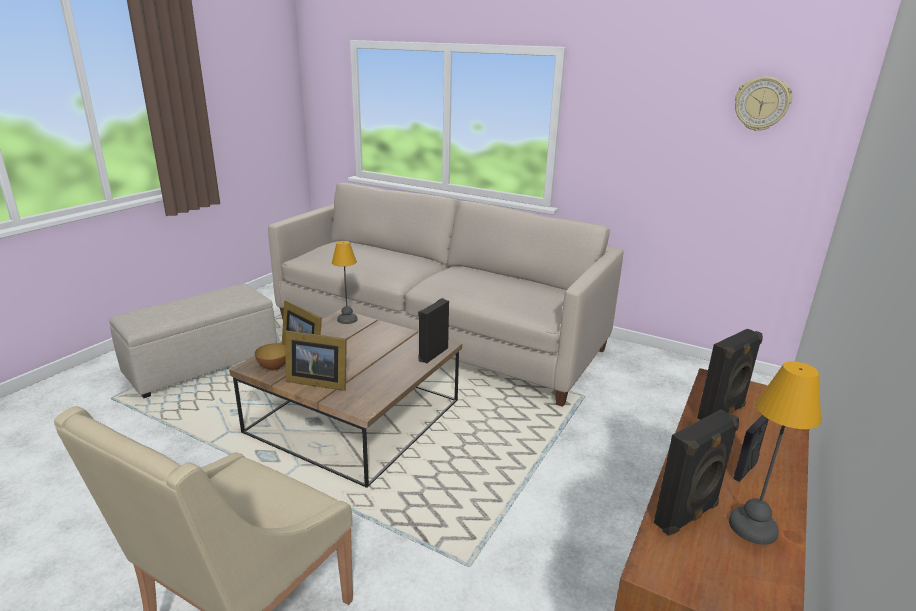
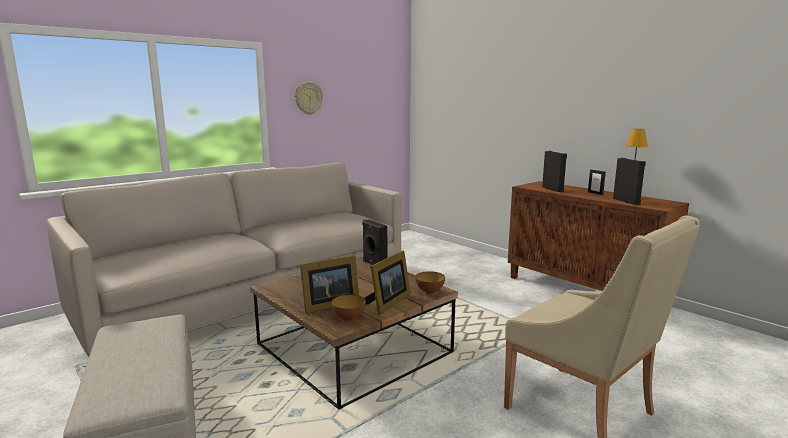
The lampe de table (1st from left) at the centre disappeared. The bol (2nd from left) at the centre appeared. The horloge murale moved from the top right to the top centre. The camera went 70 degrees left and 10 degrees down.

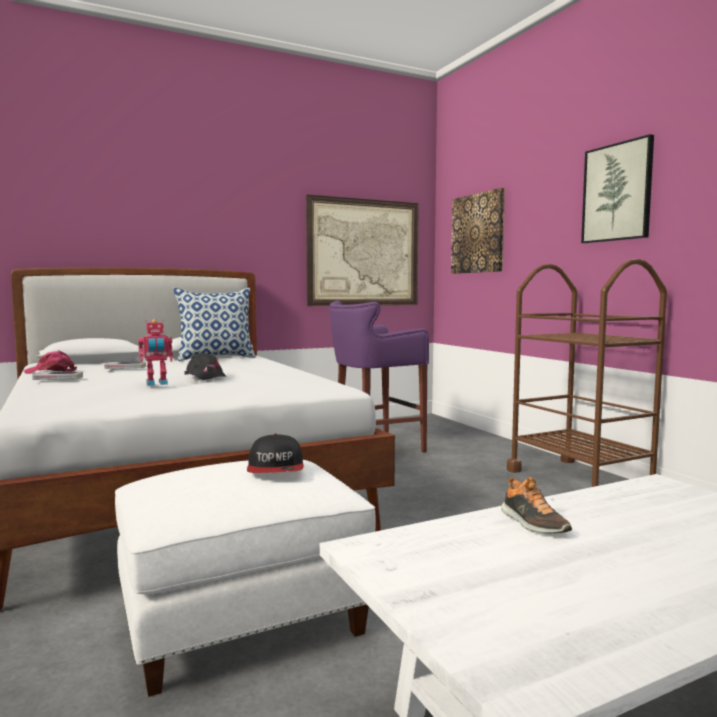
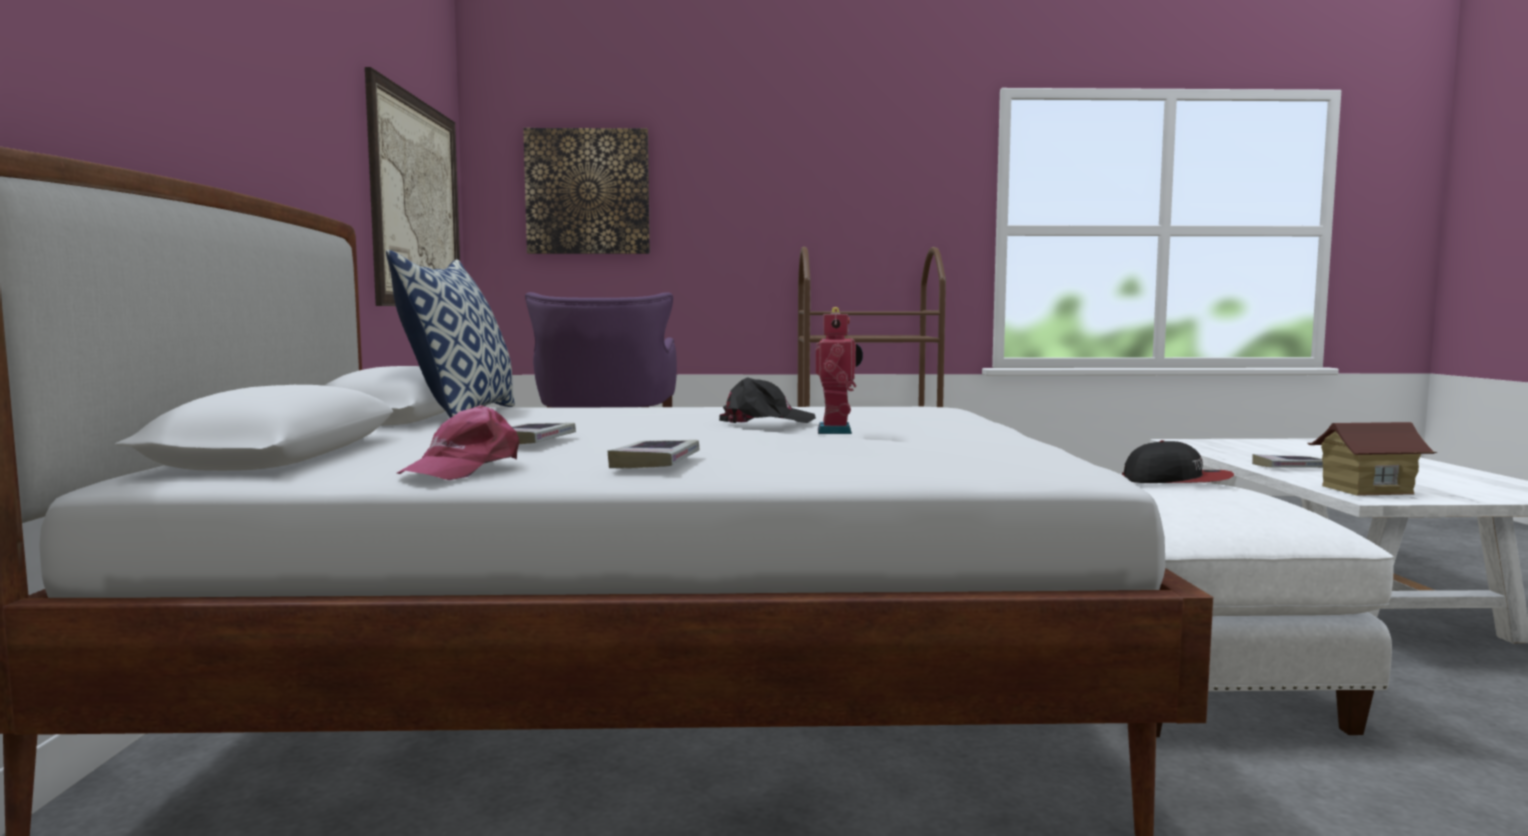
The tableau (3rd from left) at the top right disappeared. The maison miniature at the middle right appeared. The chaussure at the bottom right was replaced by the livre (3rd from left) at the middle right. The camera went 65 degrees left and 0 degrees up.

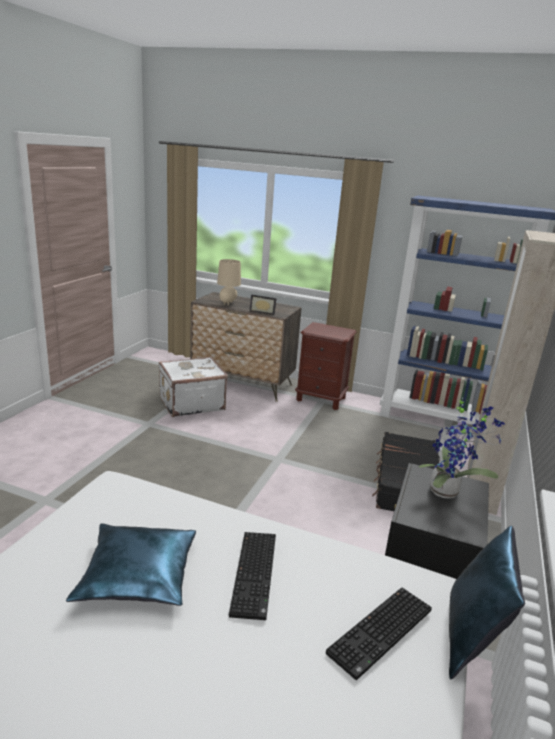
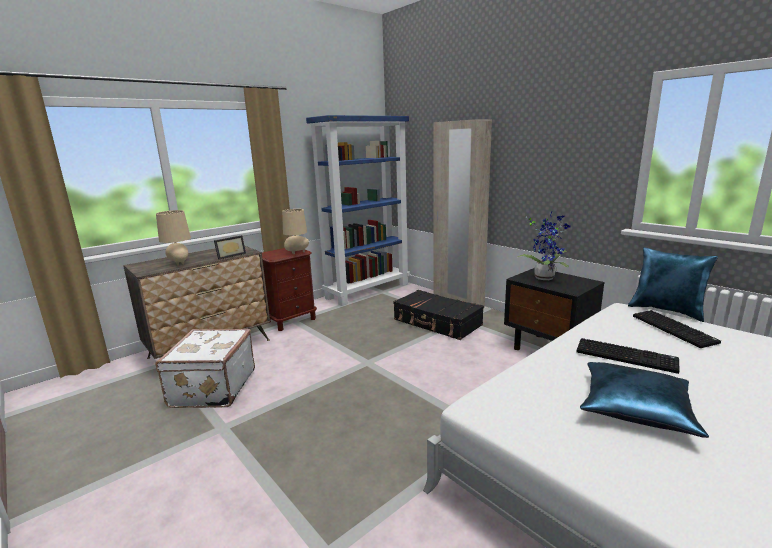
The lampe de table (beige) (2nd from left) at the centre appeared. The camera went 60 degrees left and 5 degrees down.

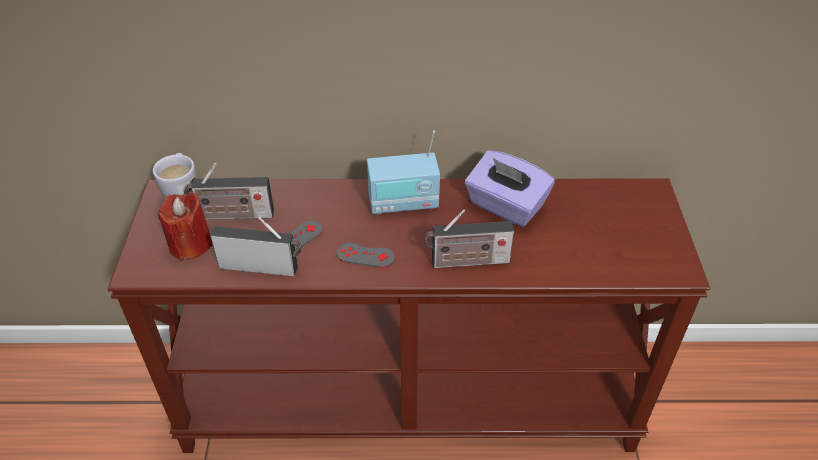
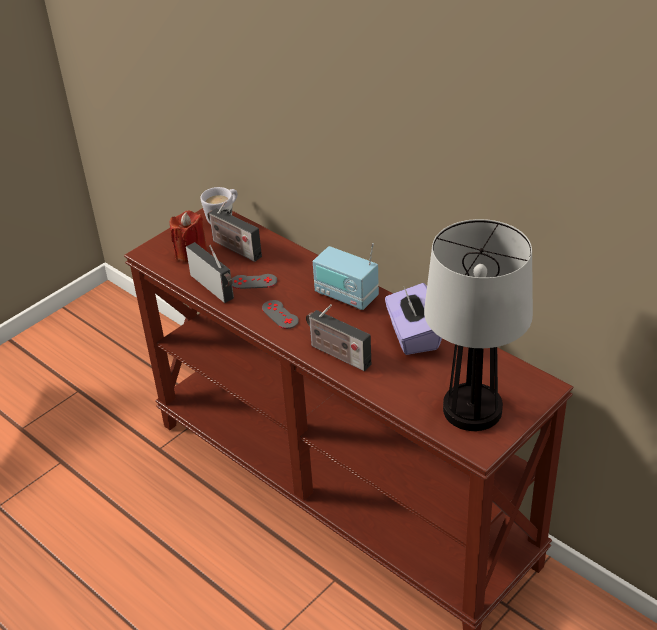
The lampe de table at the middle right appeared. The camera went 45 degrees right and 5 degrees down.

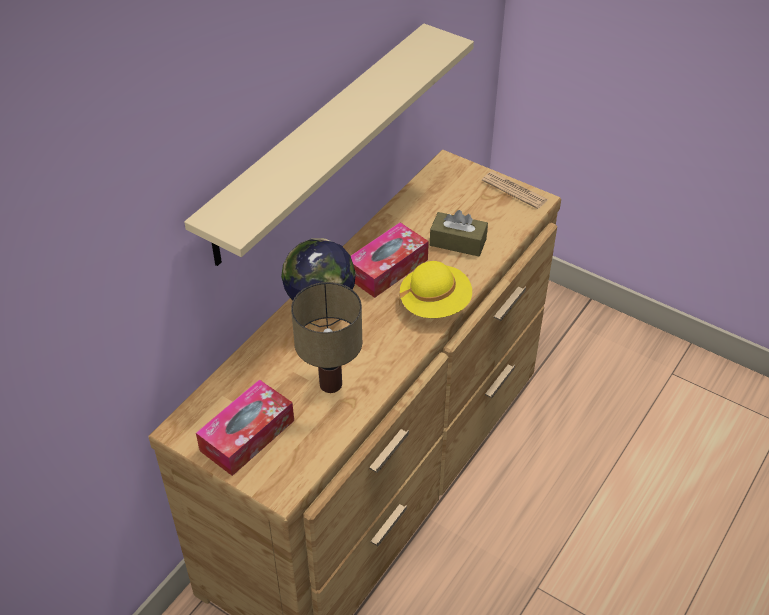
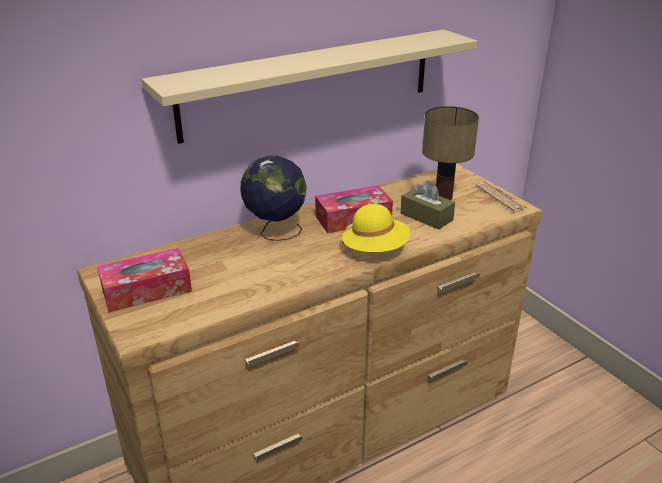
The lampe de table moved from the centre to the top right. The camera went 25 degrees right and 15 degrees down.

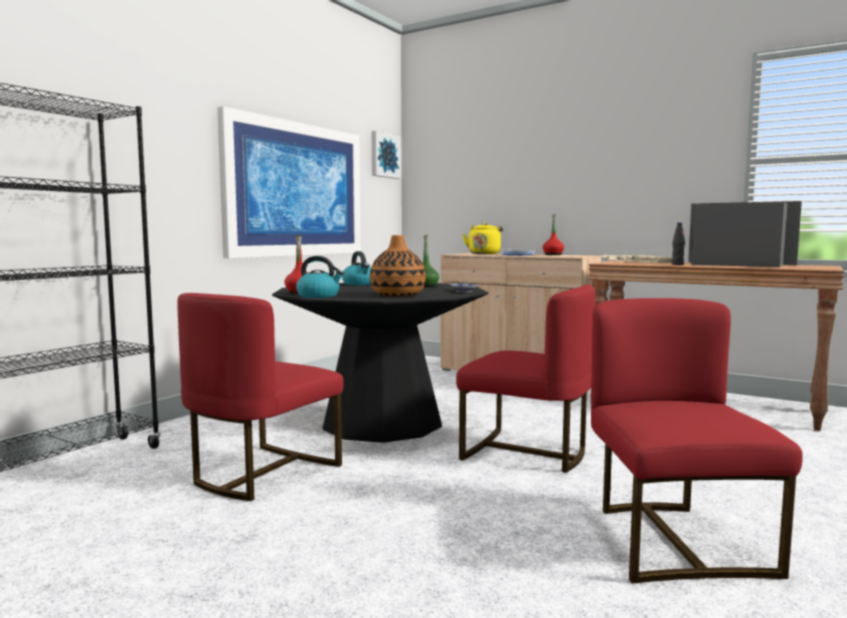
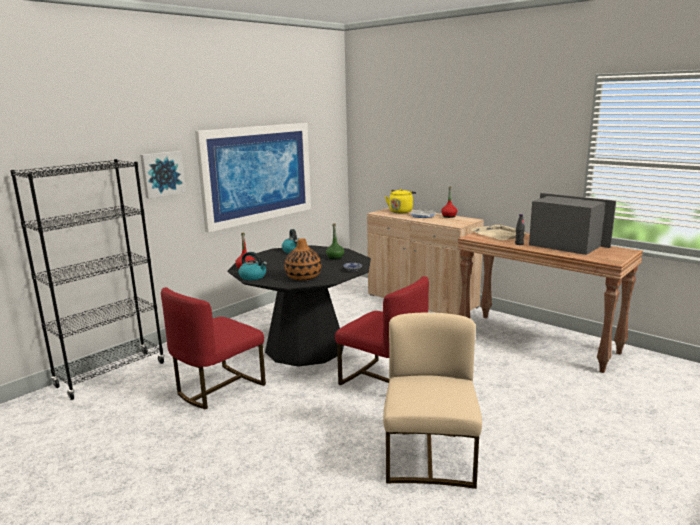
The tableau (2nd from left in the first image) moved from the top centre to the top left. The chaise (rouge) (3rd from left) at the bottom right became the chaise (beige) at the bottom centre. The camera went 10 degrees right and 10 degrees up.

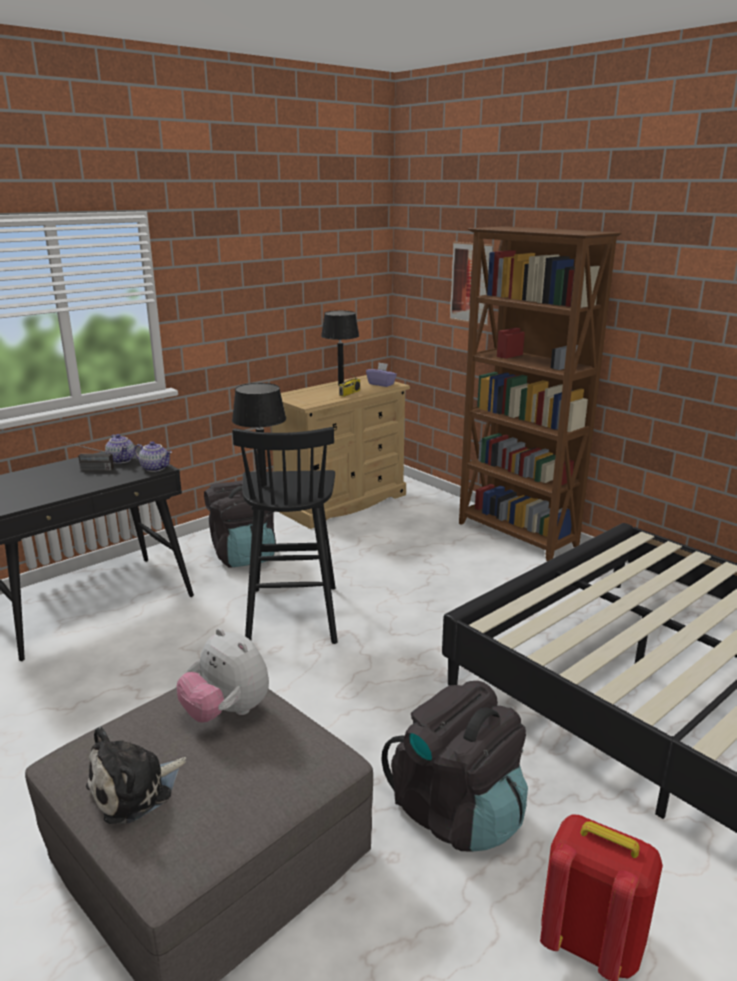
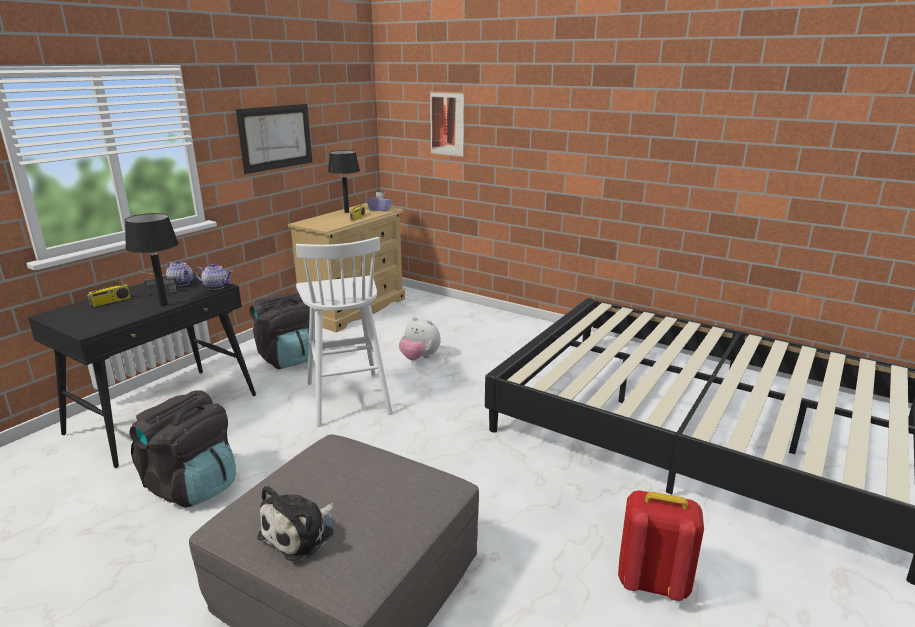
The bibliothèque (marron) at the middle right disappeared. The radio (1st from left) at the middle left appeared. The tableau (1st from left) at the top left appeared. The peluche (2nd from left) moved from the bottom left to the centre. The lampe de table (noir) (1st from left) moved from the centre to the middle left. The sac à dos (noir) (2nd from left in the first image) moved from the bottom centre to the bottom left. The tabouret (noir) at the centre became the tabouret (blanc) at the centre. The camera went 15 degrees left and 0 degrees up.

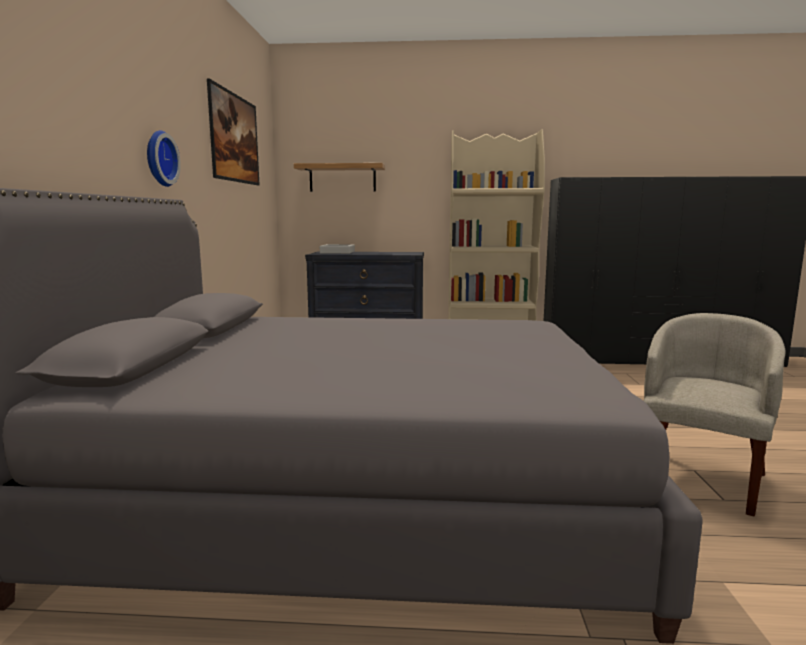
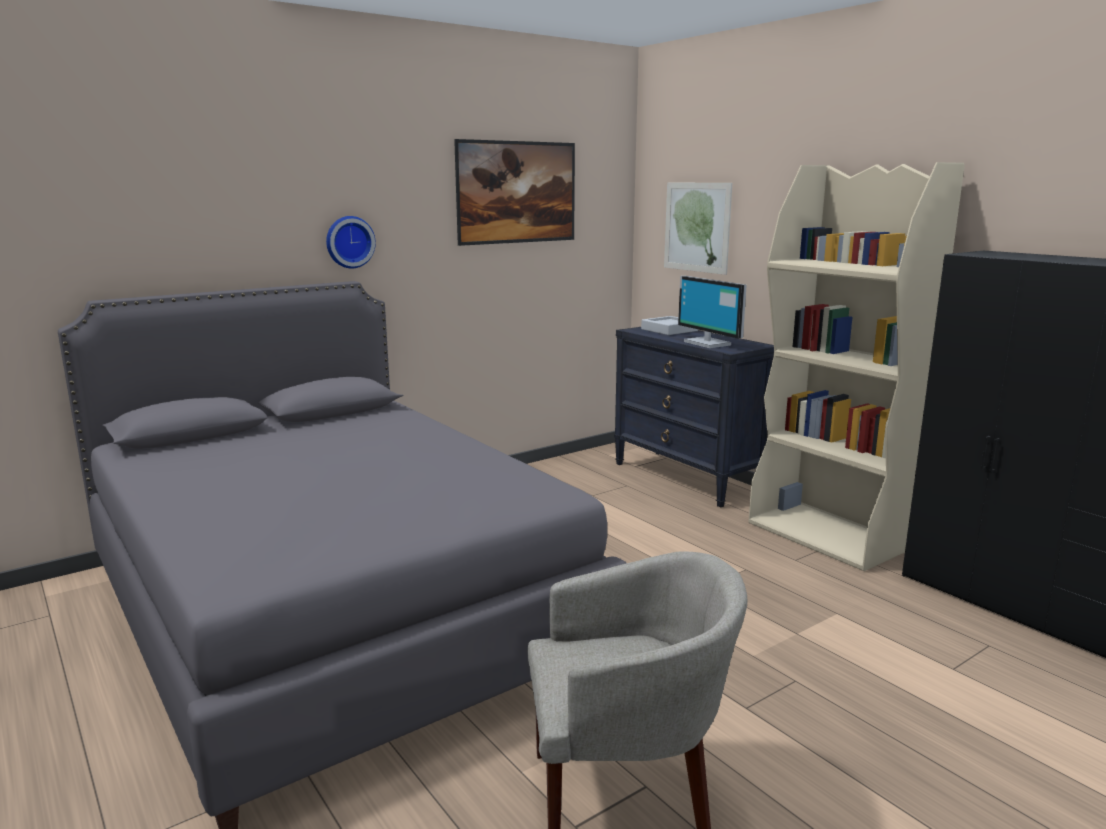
The écran d'ordinateur at the centre appeared. The étagère at the top centre was replaced by the tableau (2nd from left) at the top centre. The camera went 50 degrees right and 5 degrees up.

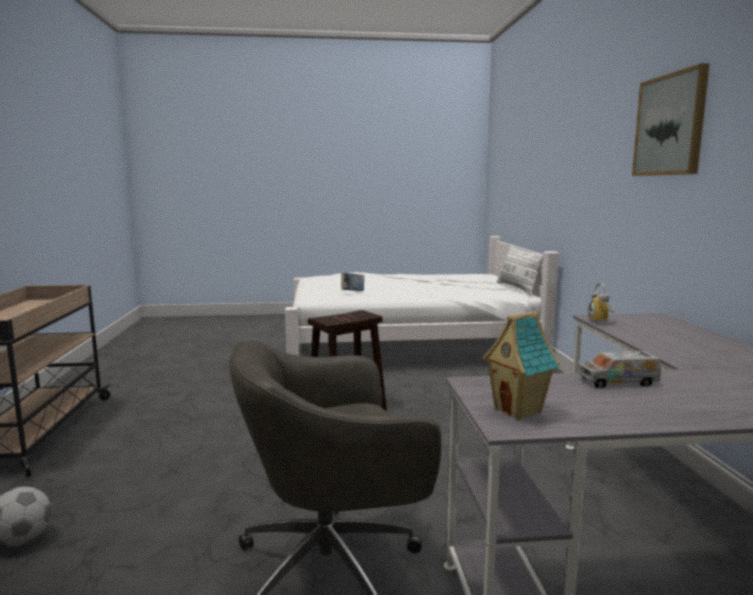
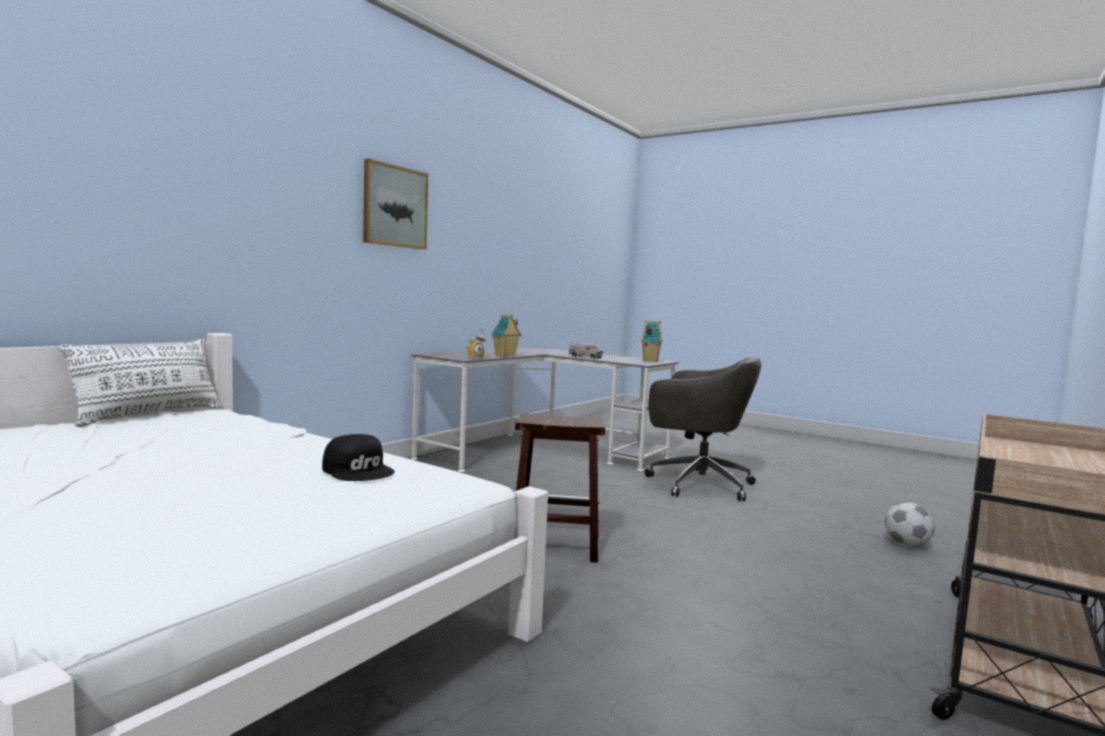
The maison miniature (1st from left) at the centre appeared. The livre at the centre was replaced by the casquette (noir) at the middle left. The camera went 140 degrees left and 5 degrees down.

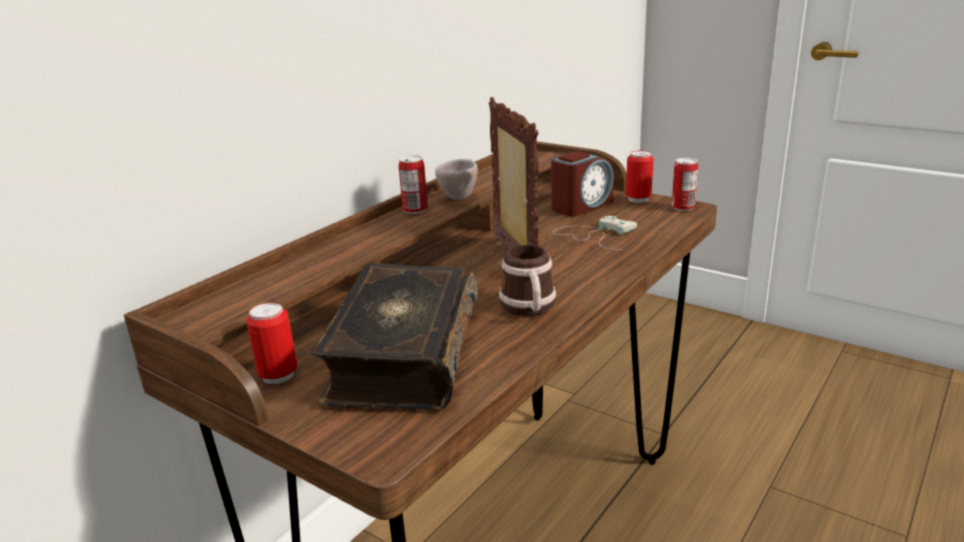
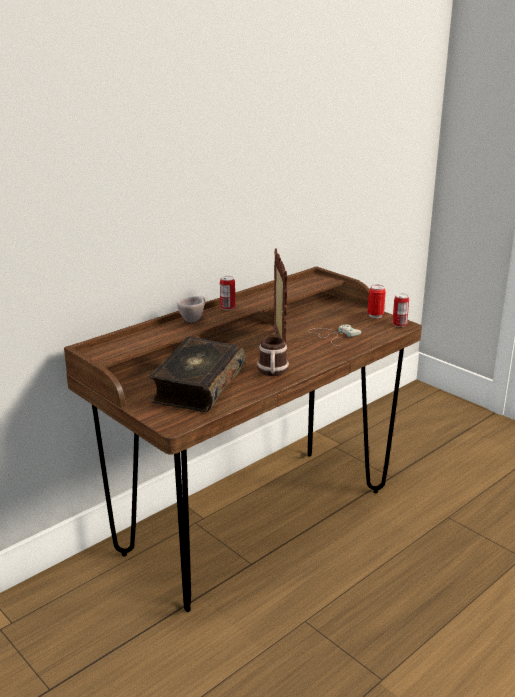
The boîte métallique (1st from left) at the middle left disappeared. The réveil at the centre disappeared. The tasse (beige) moved from the top centre to the centre. The camera went 10 degrees right and 0 degrees up.

